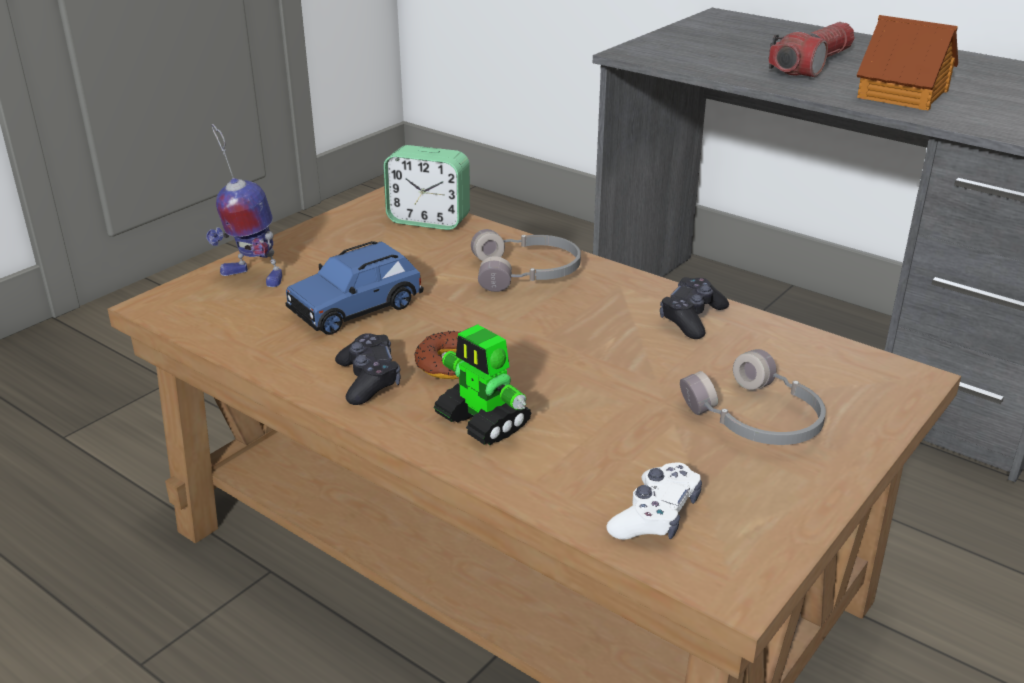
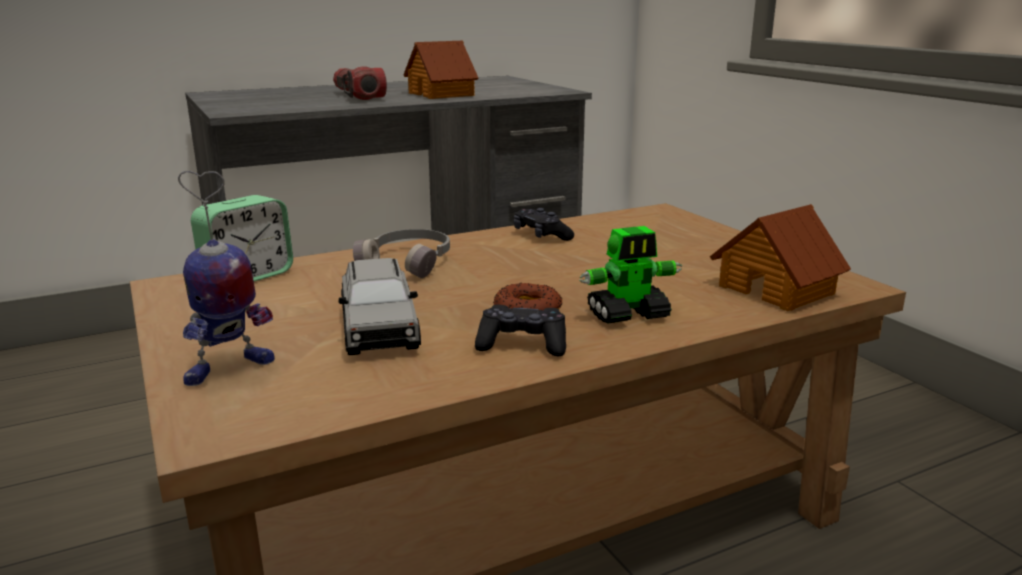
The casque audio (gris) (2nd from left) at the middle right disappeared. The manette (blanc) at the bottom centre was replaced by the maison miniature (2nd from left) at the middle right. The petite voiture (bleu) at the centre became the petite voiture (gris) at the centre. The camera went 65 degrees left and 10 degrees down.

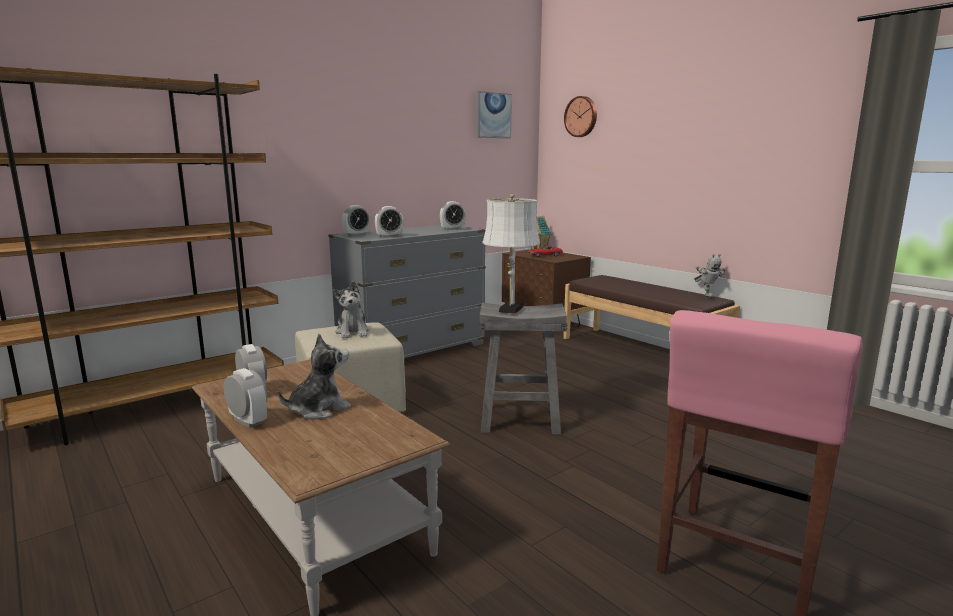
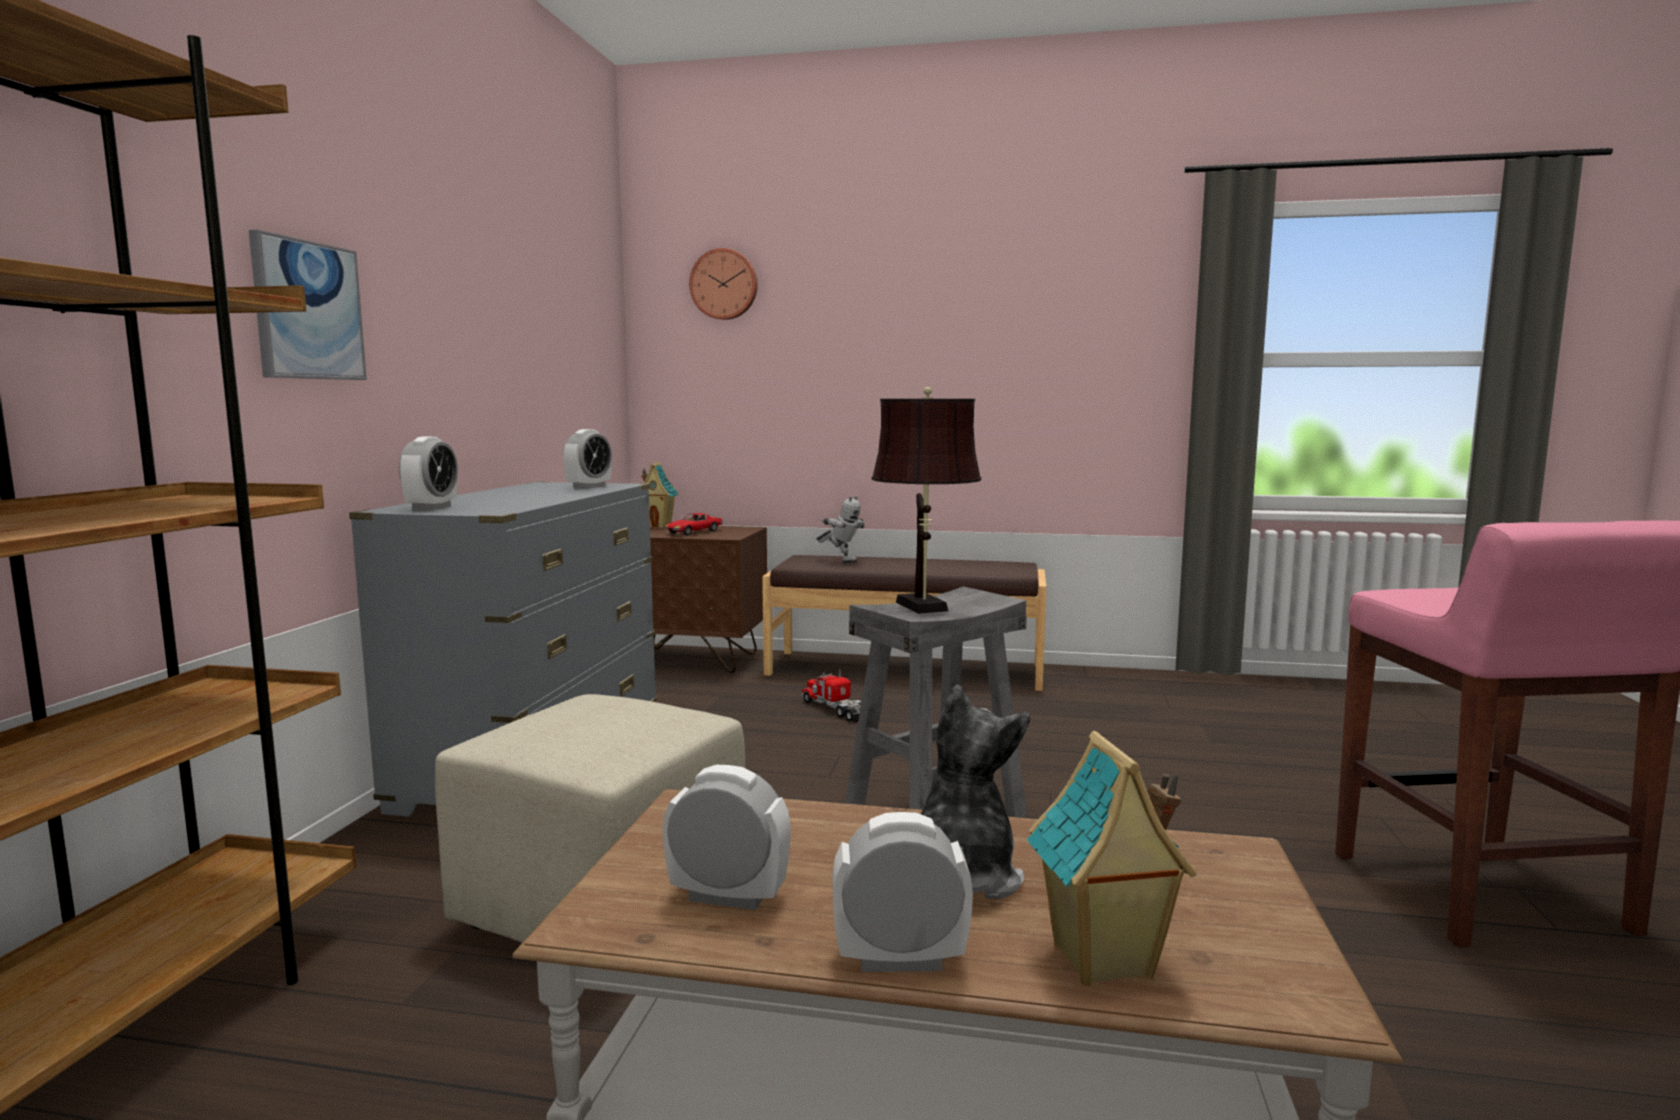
The peluche (2nd from left) at the centre disappeared. The réveil (4th from left) at the centre disappeared. The camion jouet at the centre appeared. The maison miniature (2nd from left) at the bottom centre appeared. The tableau moved from the top centre to the top left. The robot jouet moved from the middle right to the centre. The lampe de table (blanc) at the centre became the lampe de table (marron) at the centre. The camera went 40 degrees left and 5 degrees down.

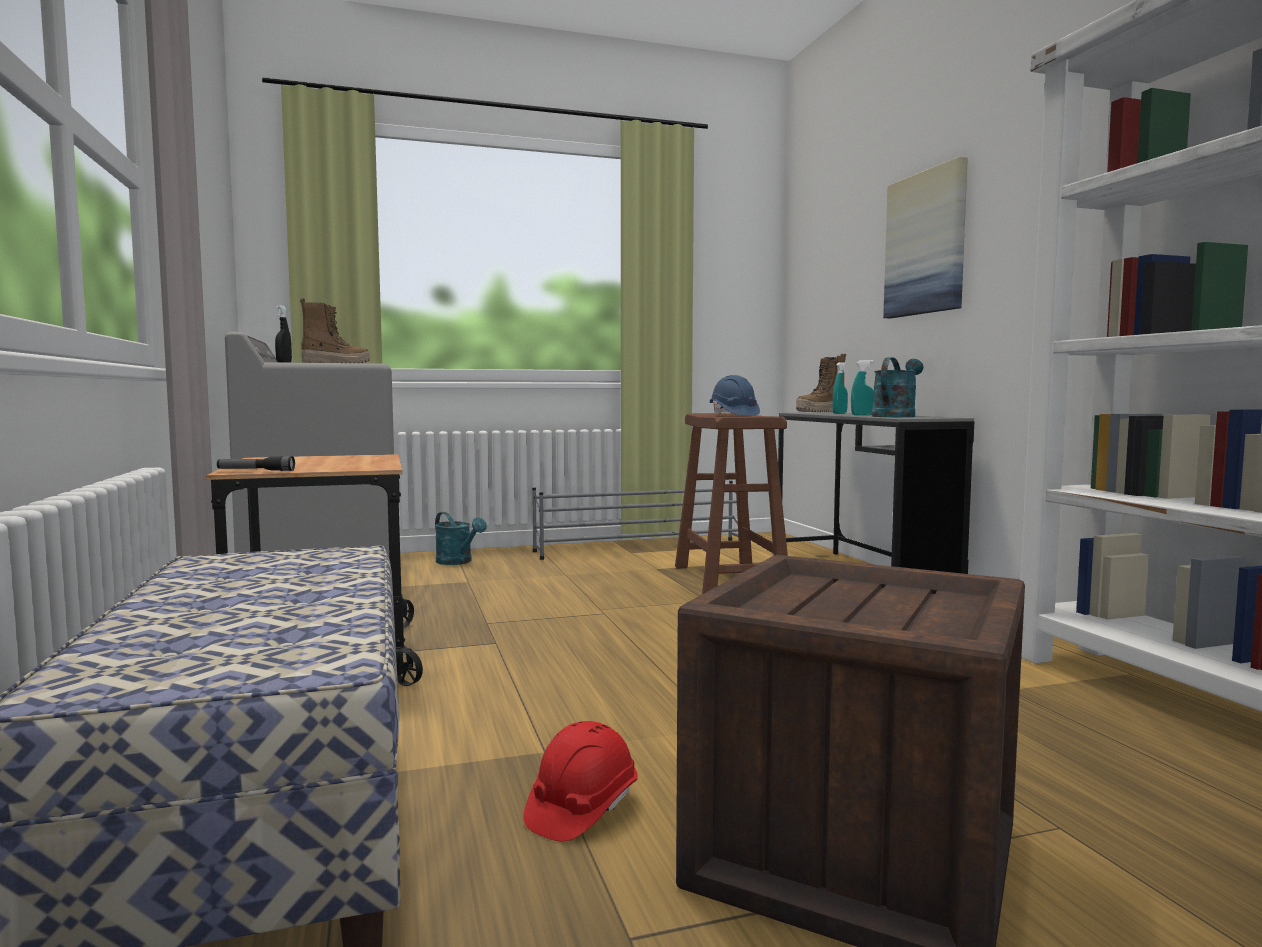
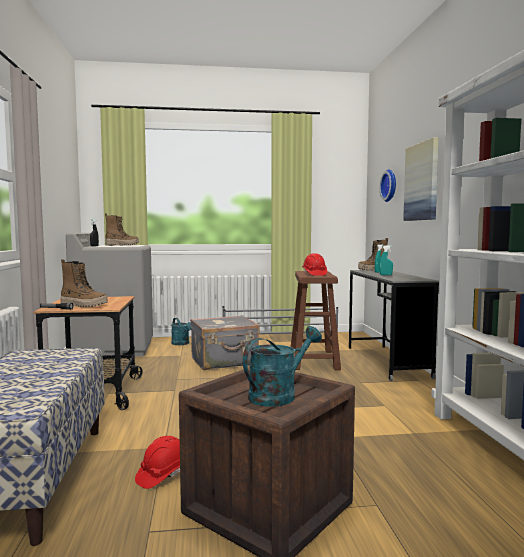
The botte (1st from left) at the middle left appeared. The valise (gris) at the centre appeared. The horloge murale at the top right appeared. The arrosoir (turquoise) (2nd from left) moved from the middle right to the centre. The casque de chantier (bleu) at the centre became the casque de chantier (rouge) (2nd from left) at the centre. The camera went 10 degrees right and 0 degrees up.

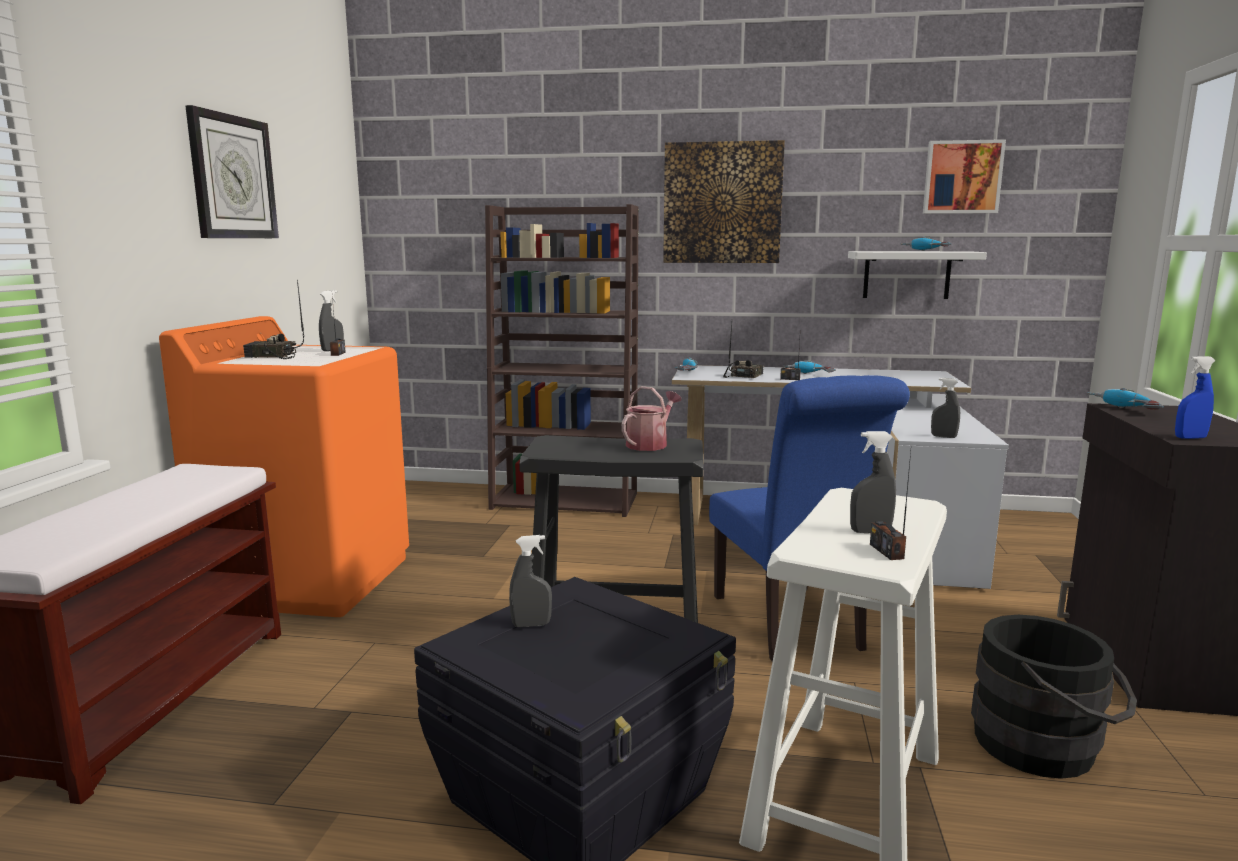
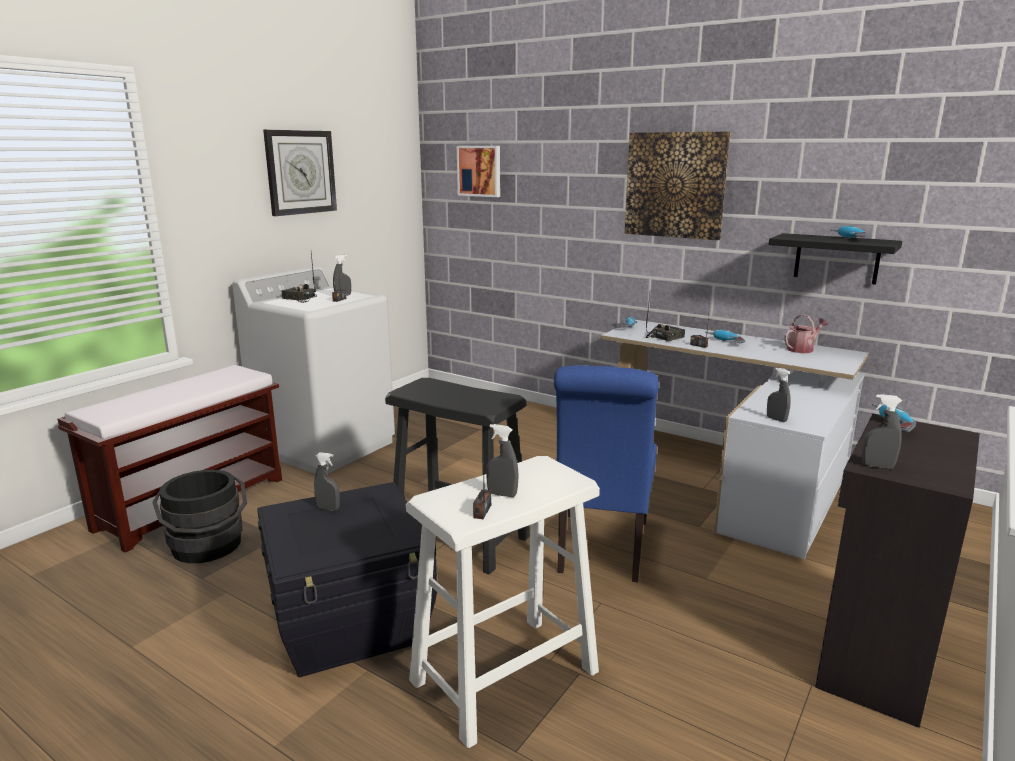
The bibliothèque (marron) at the centre disappeared. The arrosoir moved from the centre to the middle right. The tableau (2nd from left in the first image) moved from the top right to the top centre. The seau (noir) moved from the bottom right to the bottom left. The lave-linge (orange) at the middle left became the lave-linge (blanc) at the middle left. The étagère (blanc) at the top right became the étagère (noir) at the middle right. The vaporisateur (bleu) at the middle right became the vaporisateur (gris) (5th from left) at the middle right. The camera went 25 degrees right and 5 degrees up.

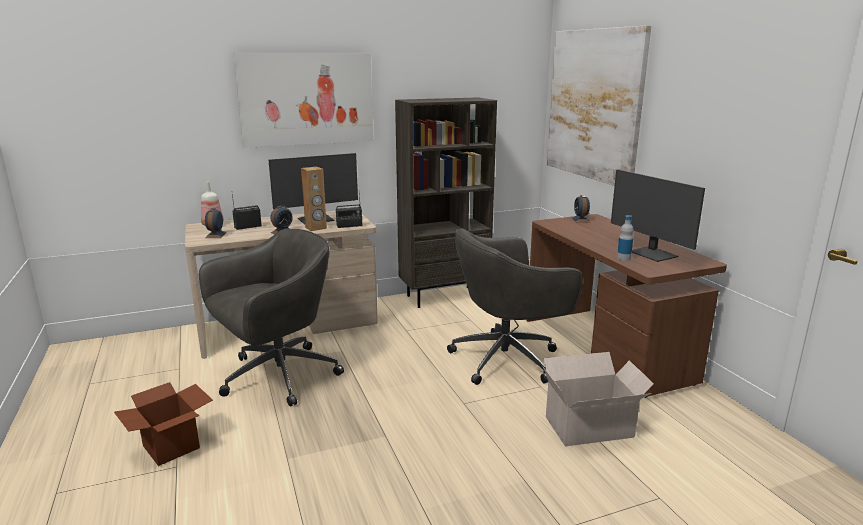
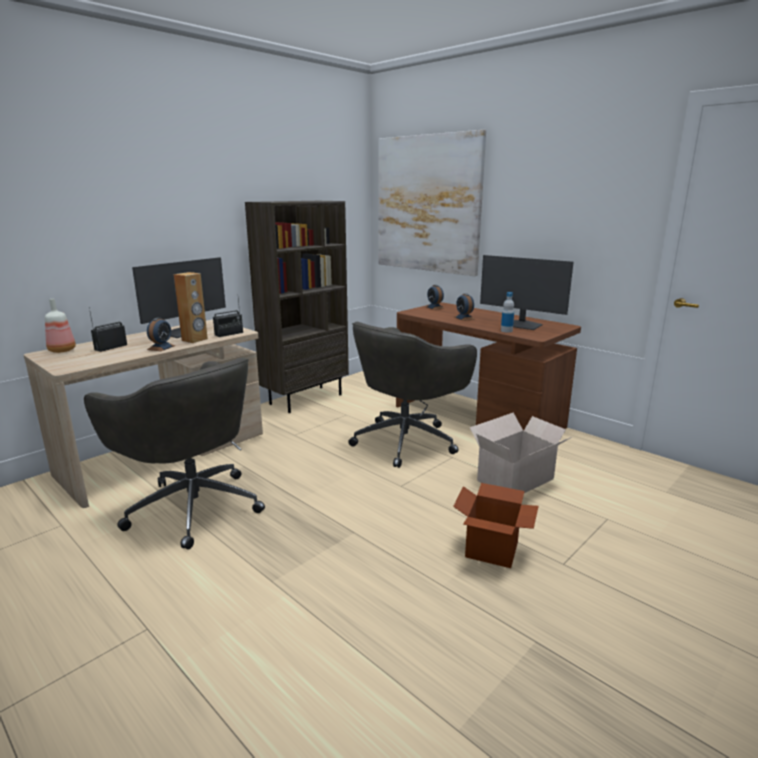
The tableau (1st from left) at the top centre disappeared. The carton (1st from left) moved from the bottom left to the bottom centre. The réveil (1st from left in the first image) moved from the middle left to the centre. The chaise de bureau (gris) (1st from left) at the middle left turned 105 degrees clockwise. The camera went 25 degrees left and 0 degrees up.

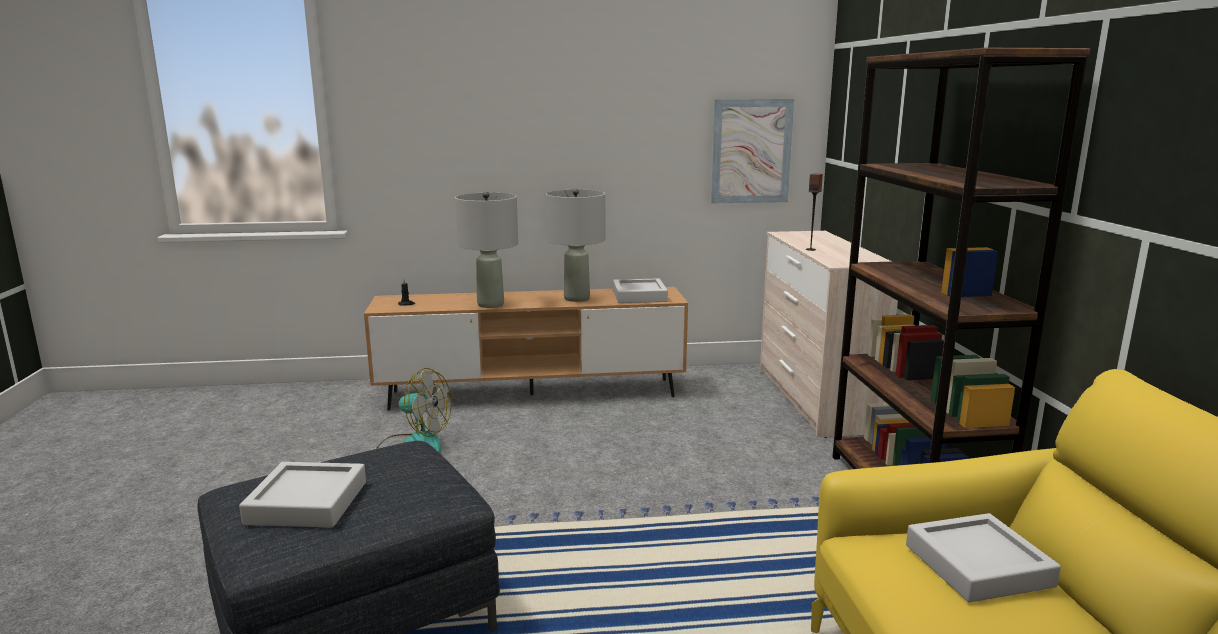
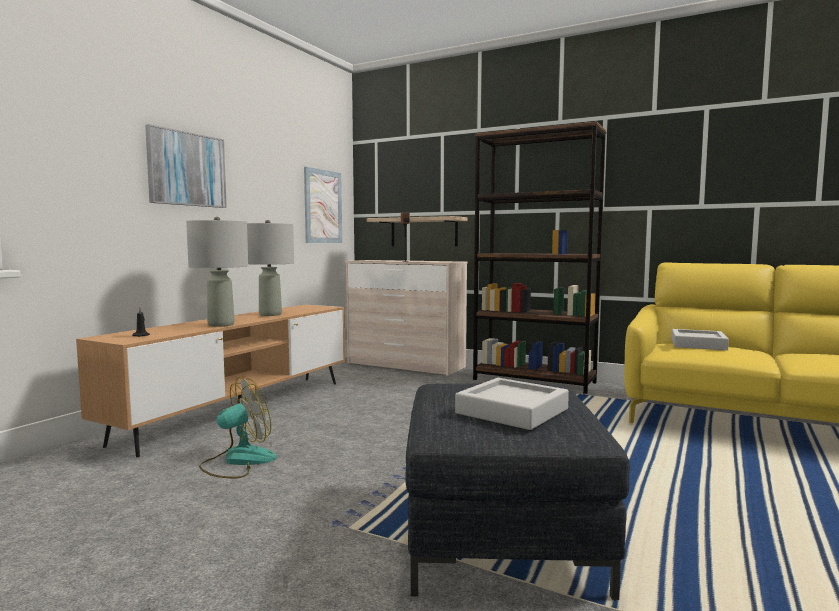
The plateau (gris) (2nd from left) at the centre disappeared. The tableau (1st from left) at the top left appeared. The étagère at the centre appeared. The camera went 55 degrees left and 10 degrees down.

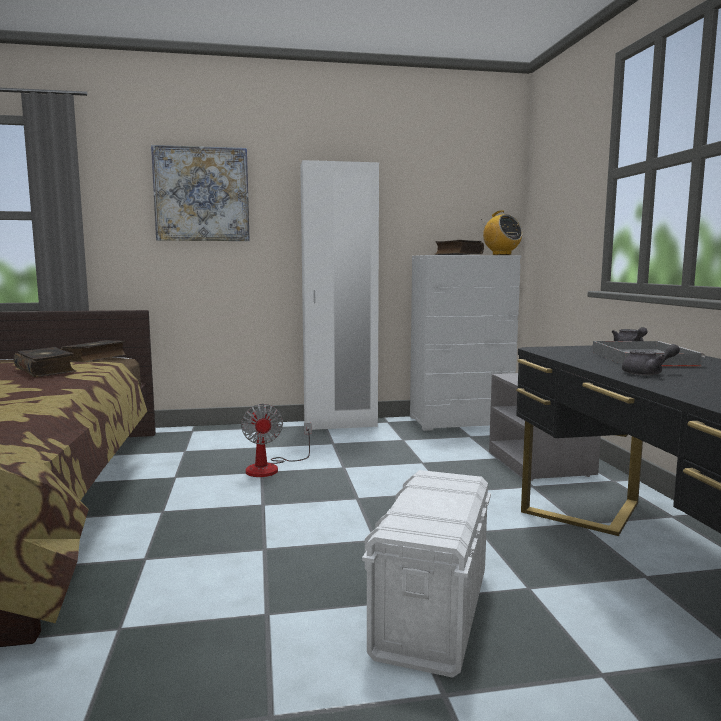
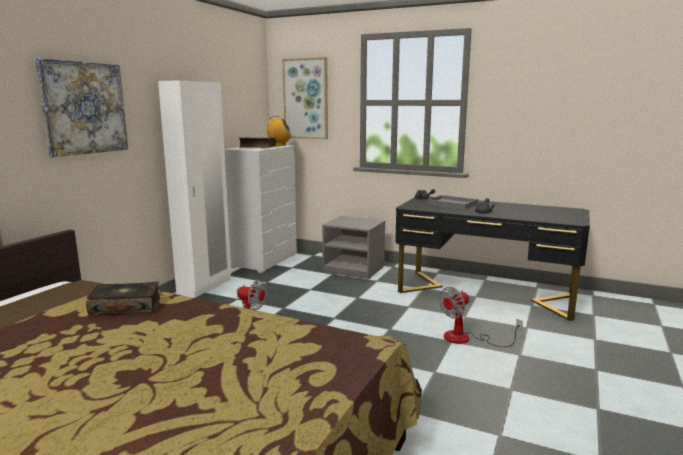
The livre (2nd from left) at the middle left disappeared. The tableau (2nd from left) at the top centre appeared. The boîte de rangement (blanc) at the bottom centre was replaced by the ventilateur (2nd from left) at the bottom right. The camera went 55 degrees left and 5 degrees up.

